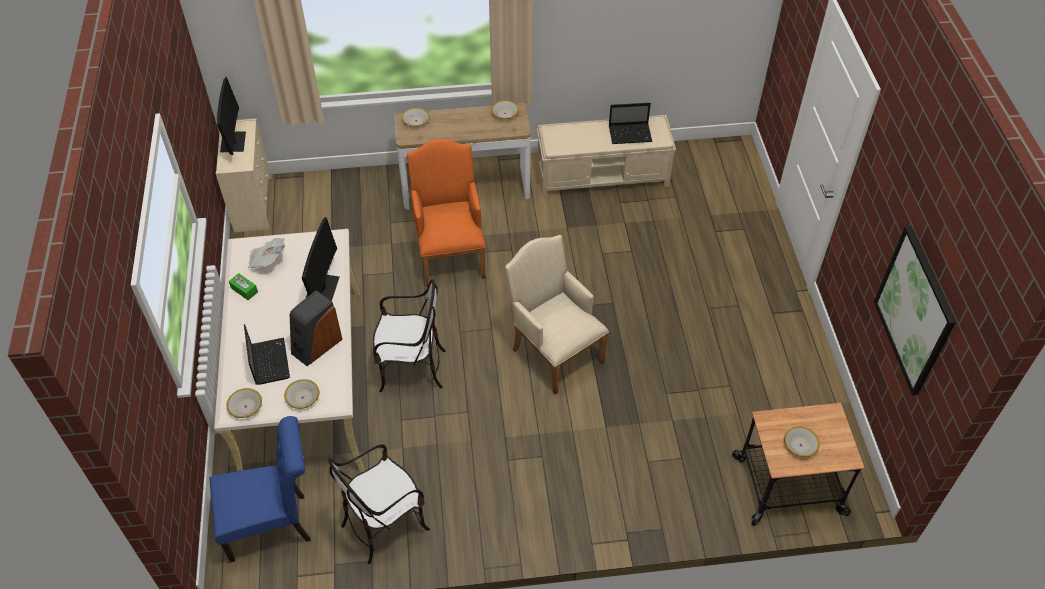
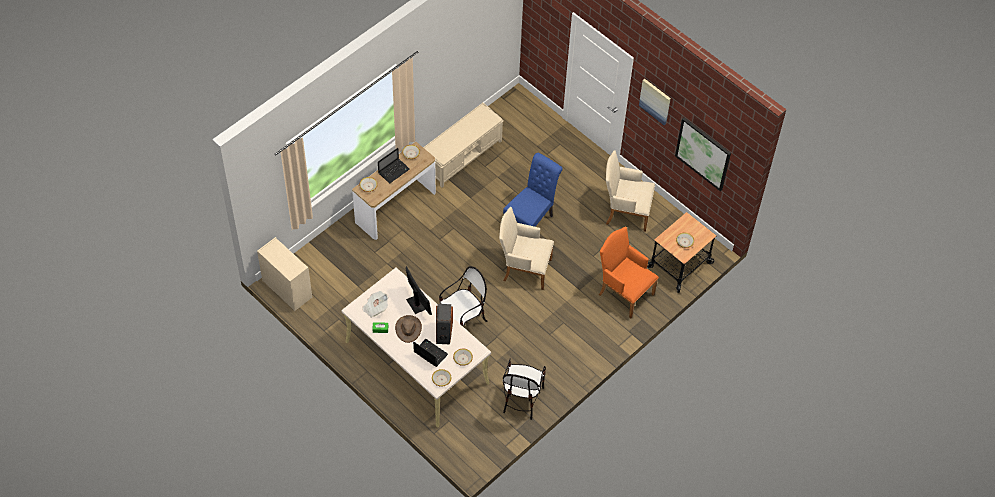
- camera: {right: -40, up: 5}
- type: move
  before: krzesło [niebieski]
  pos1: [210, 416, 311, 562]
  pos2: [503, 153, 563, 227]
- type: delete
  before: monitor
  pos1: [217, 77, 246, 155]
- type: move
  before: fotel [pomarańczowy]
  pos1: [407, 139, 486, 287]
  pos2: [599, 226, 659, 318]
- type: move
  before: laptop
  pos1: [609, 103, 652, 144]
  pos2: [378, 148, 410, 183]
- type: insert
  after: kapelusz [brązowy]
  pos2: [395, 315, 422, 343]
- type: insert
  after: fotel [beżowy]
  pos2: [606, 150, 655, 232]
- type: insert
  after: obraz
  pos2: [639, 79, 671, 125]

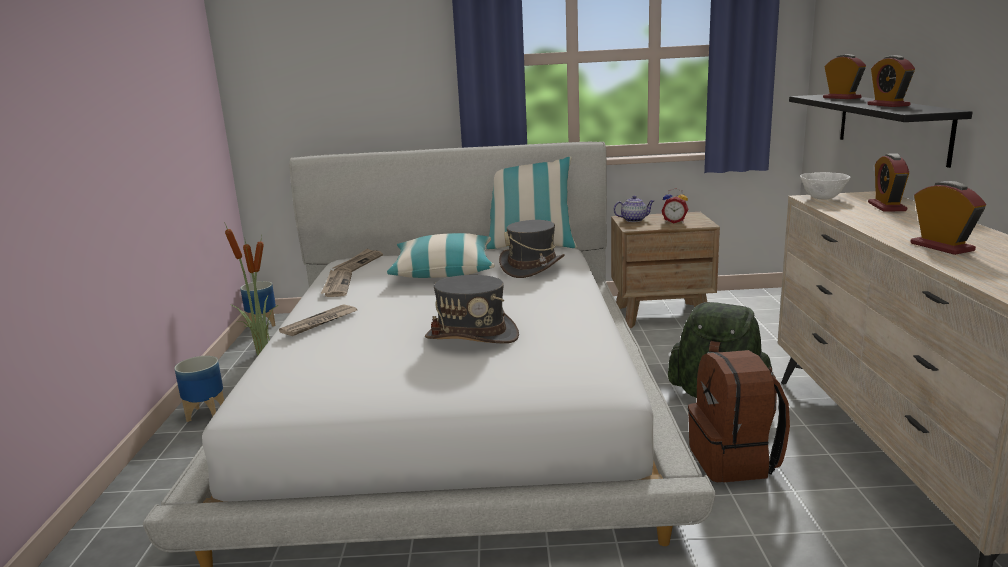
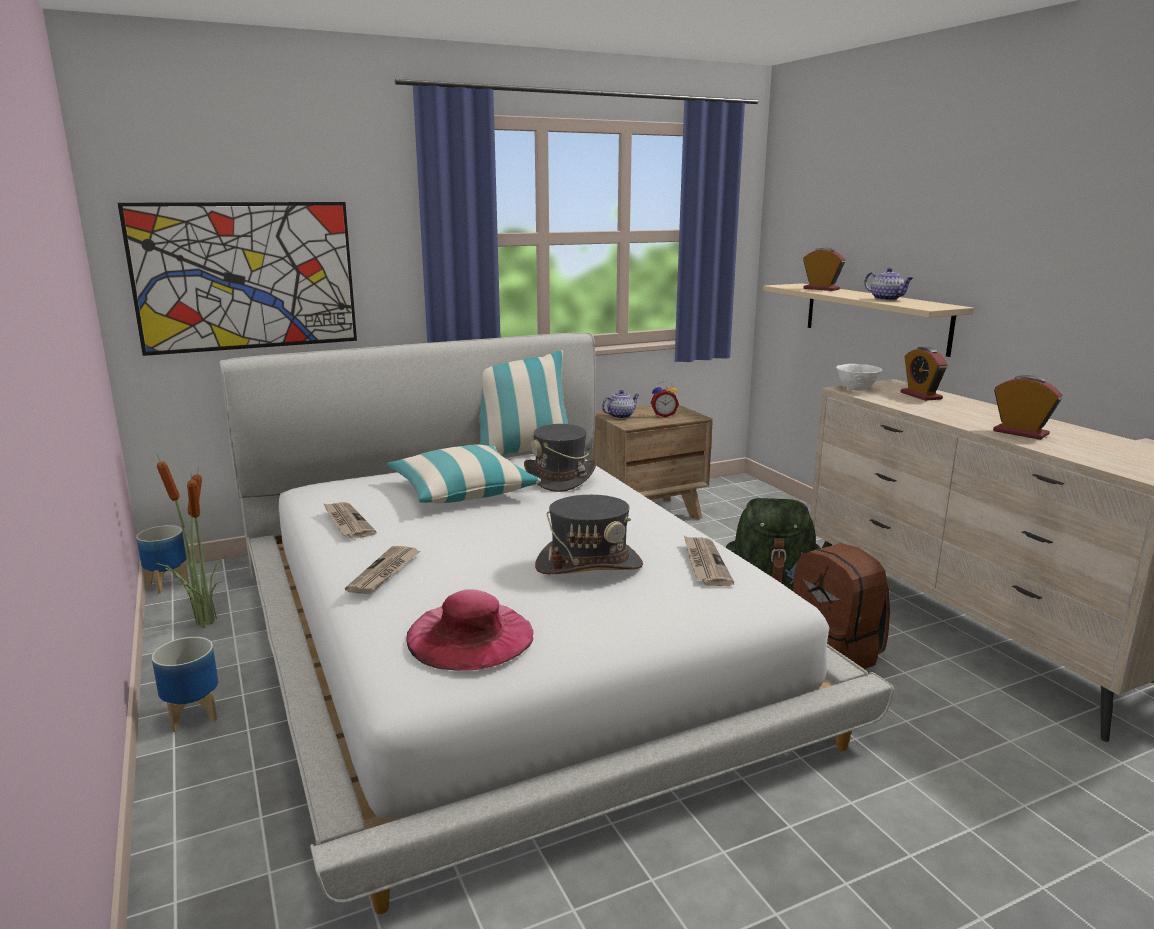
- camera: {right: -25, up: 0}
- type: move
  before: gazeta
  pos1: [333, 248, 383, 272]
  pos2: [684, 536, 734, 586]
- type: recolor
  before: półka [czarny]
  after: półka [beżowy]
  pos1: [789, 95, 973, 168]
  pos2: [763, 283, 974, 357]
- type: replace
  before: budzik
  after: imbryk
  pos1: [867, 55, 915, 107]
  pos2: [864, 268, 913, 300]
- type: insert
  after: obraz
  pos2: [118, 202, 357, 356]
- type: insert
  after: kapelusz [różowy]
  pos2: [406, 589, 534, 671]

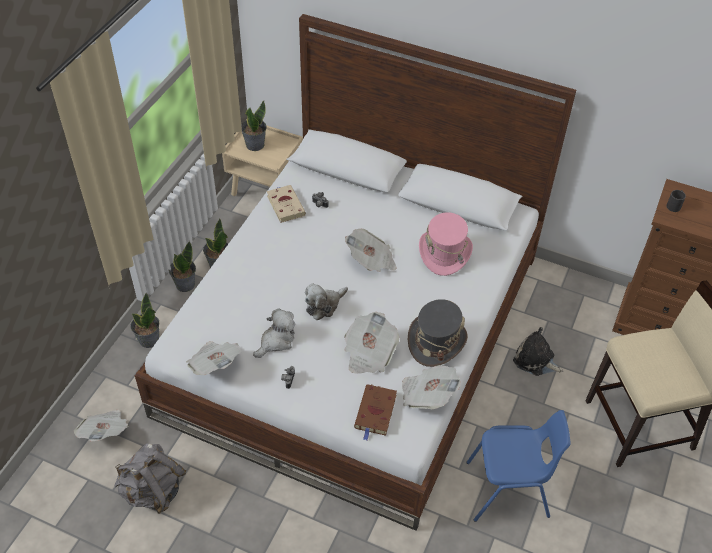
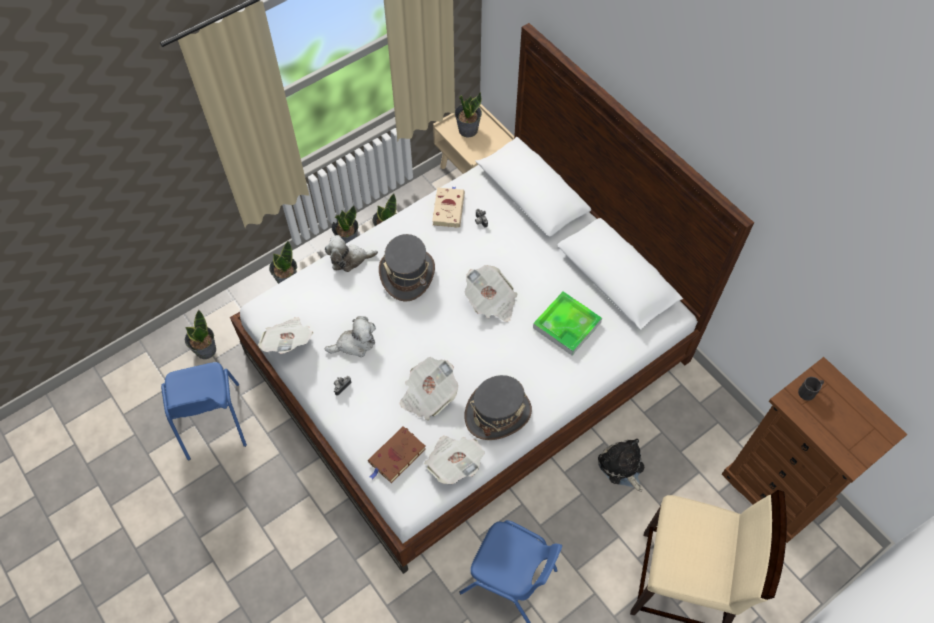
- camera: {right: 30, up: 10}
- type: replace
  before: gazeta
  after: roślina doniczkowa
  pos1: [74, 410, 129, 442]
  pos2: [185, 310, 216, 359]
- type: replace
  before: plecak [szary]
  after: krzesło [niebieski]
  pos1: [114, 443, 186, 514]
  pos2: [161, 362, 247, 461]
- type: move
  before: pluszak
  pos1: [305, 283, 348, 320]
  pos2: [325, 235, 378, 272]
- type: replace
  before: kapelusz [różowy]
  after: taca
  pos1: [419, 212, 473, 276]
  pos2: [533, 291, 602, 355]
- type: insert
  after: kapelusz [szary]
  pos2: [379, 234, 435, 302]

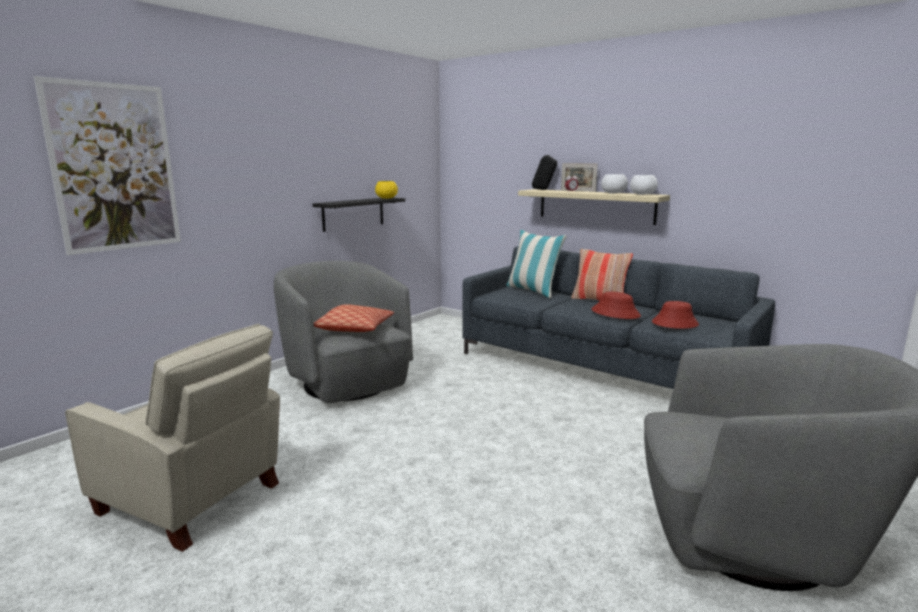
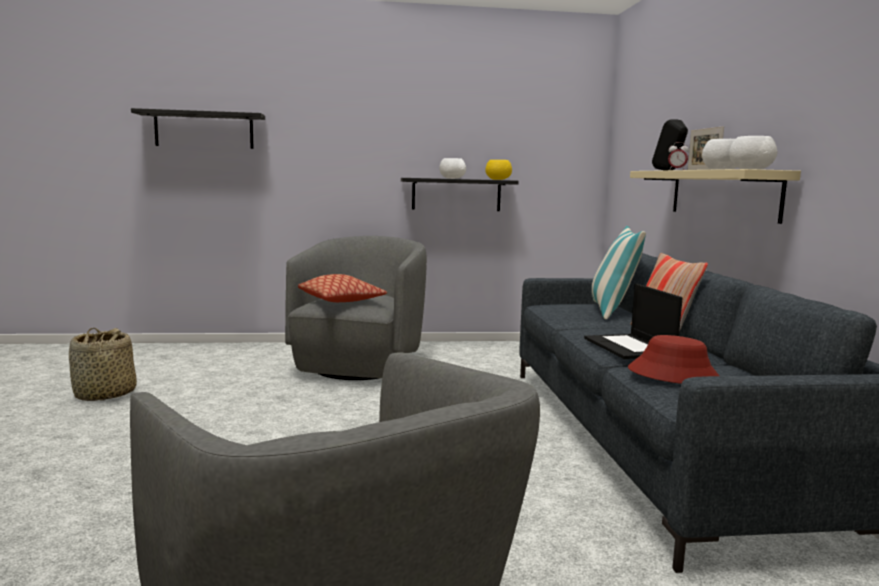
- camera: {right: 45, up: -5}
- type: replace
  before: obraz
  after: półka [czarny]
  pos1: [34, 76, 181, 255]
  pos2: [131, 108, 265, 149]
- type: replace
  before: fotel [beżowy]
  after: koszyk
  pos1: [65, 324, 280, 552]
  pos2: [69, 328, 137, 401]
- type: replace
  before: kapelusz [czerwony]
  after: laptop
  pos1: [591, 292, 641, 319]
  pos2: [584, 284, 683, 359]
- type: insert
  after: miska [biały]
  pos2: [439, 158, 466, 179]

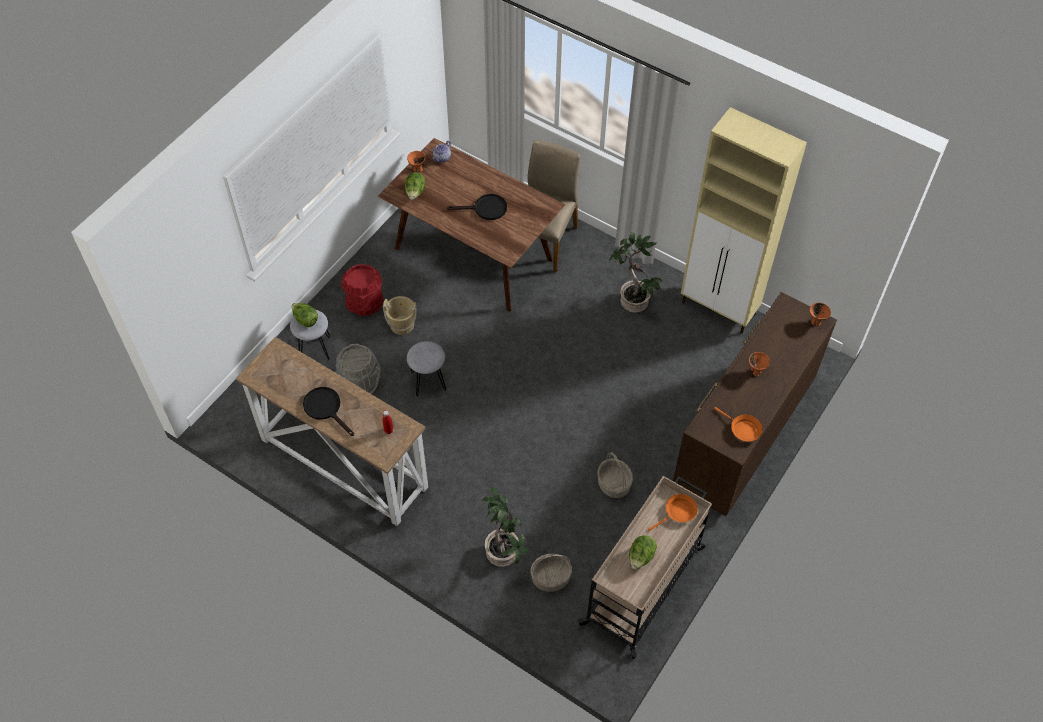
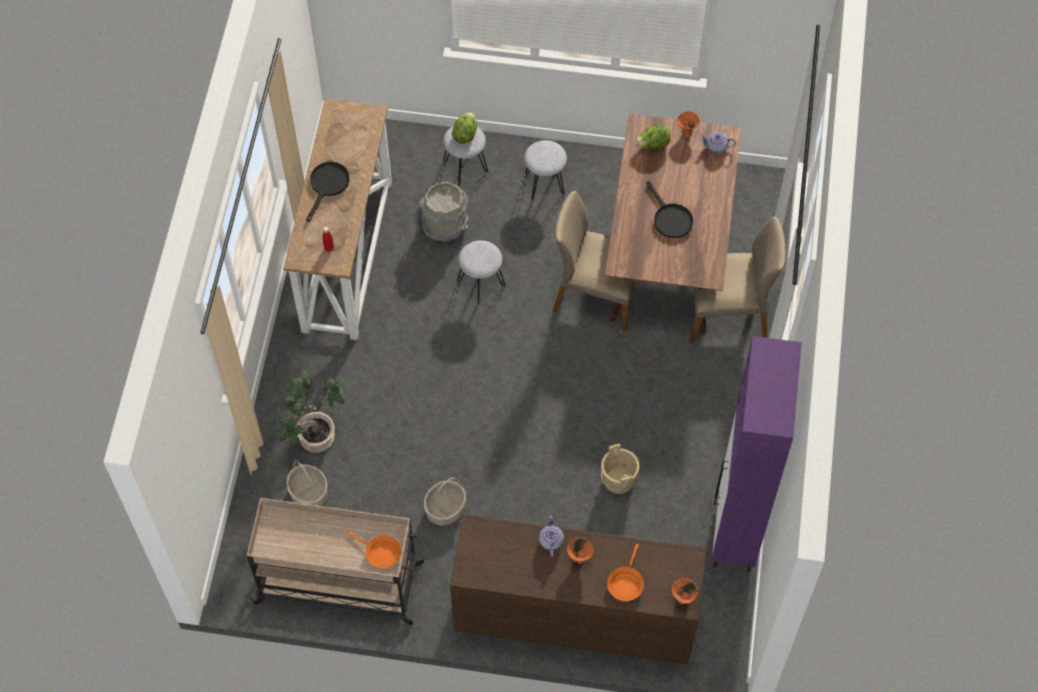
- camera: {right: 65, up: 5}
- type: replace
  before: wiadro [czerwony]
  after: stołek [szary]
  pos1: [341, 264, 384, 316]
  pos2: [524, 140, 567, 202]
- type: move
  before: wiadro [beżowy]
  pos1: [383, 296, 417, 335]
  pos2: [601, 444, 639, 494]
- type: delete
  before: roślina doniczkowa
  pos1: [610, 232, 664, 313]
- type: delete
  before: sałata
  pos1: [629, 535, 657, 570]
- type: recolor
  before: szafka [beżowy]
  after: szafka [fioletowy]
  pos1: [681, 107, 807, 334]
  pos2: [711, 336, 802, 572]
- type: move
  before: patelnia [pomarańczowy]
  pos1: [714, 407, 762, 442]
  pos2: [607, 544, 644, 601]
- type: insert
  after: imbryk
  pos2: [539, 516, 564, 557]
- type: insert
  after: krzesło [beżowy]
  pos2: [553, 191, 636, 332]

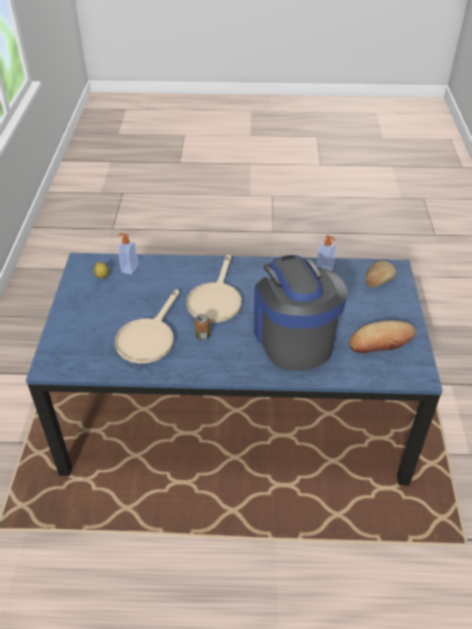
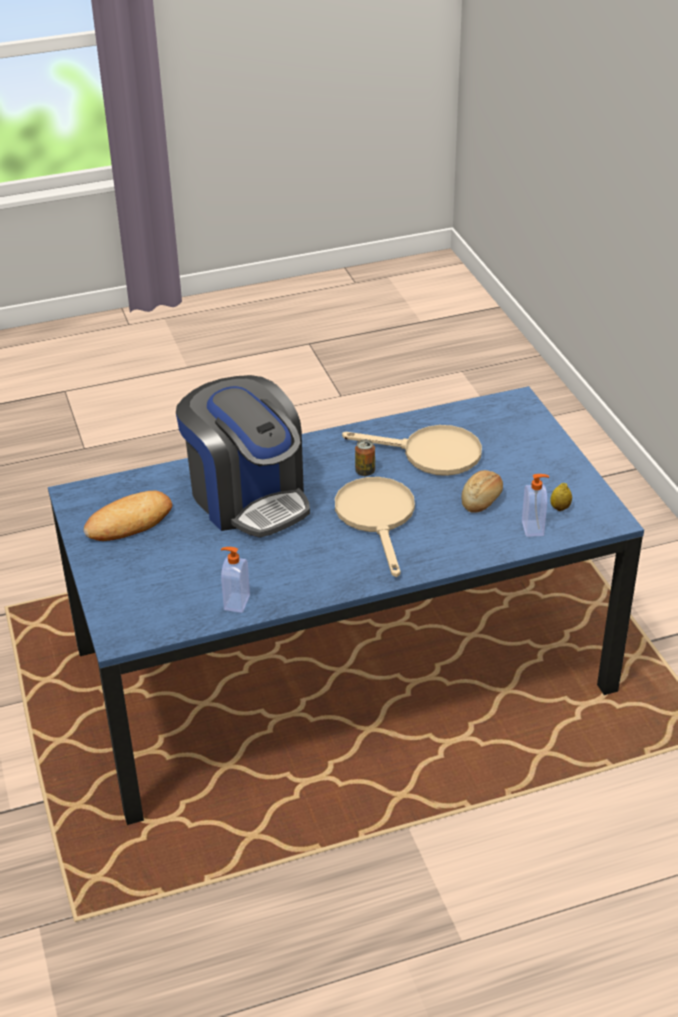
- camera: {right: 160, up: -5}
- type: rotate
  before: patelnia [beżowy]
  pos1: [115, 289, 179, 364]
  pos2: [342, 425, 482, 476]
  turn: 105
- type: move
  before: chleb
  pos1: [366, 261, 397, 287]
  pos2: [462, 470, 503, 513]

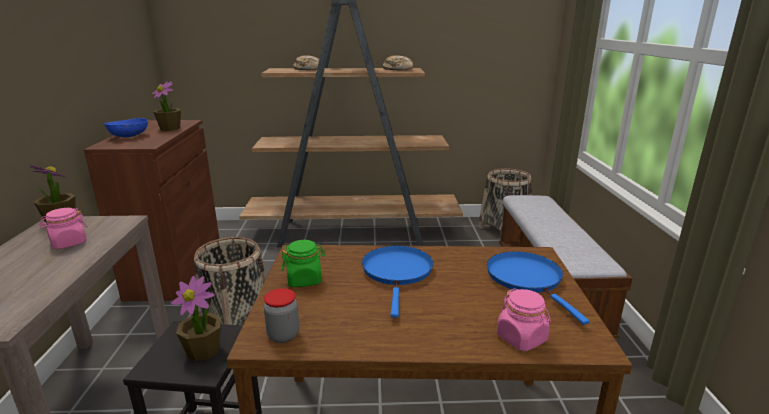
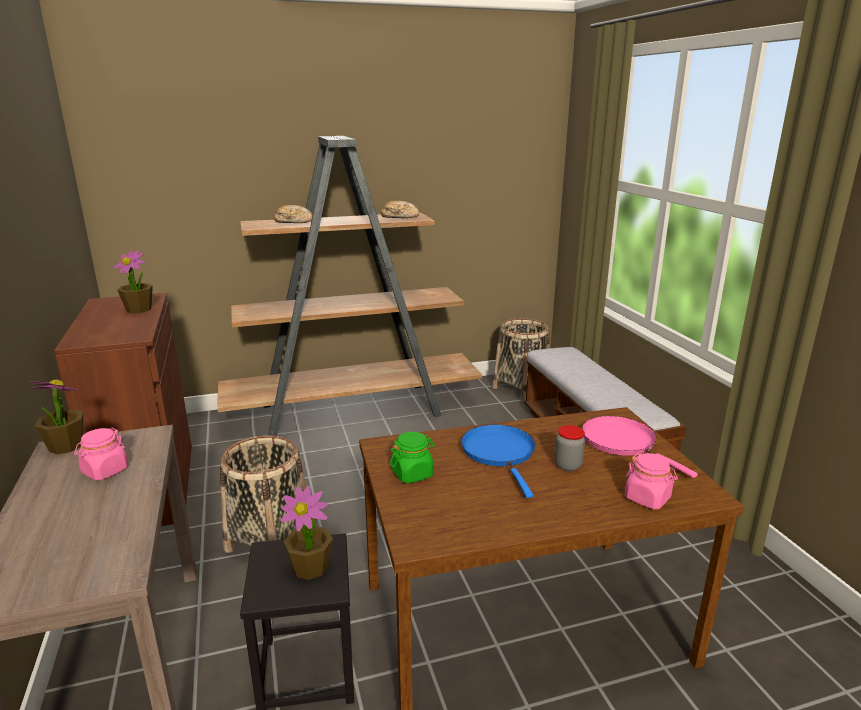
- camera: {right: -15, up: 0}
- type: delete
  before: miska [niebieski]
  pos1: [104, 118, 148, 137]
- type: move
  before: słoik
  pos1: [264, 288, 299, 343]
  pos2: [555, 425, 585, 471]
- type: recolor
  before: patelnia [niebieski]
  after: patelnia [różowy]
  pos1: [487, 251, 589, 325]
  pos2: [582, 416, 698, 478]

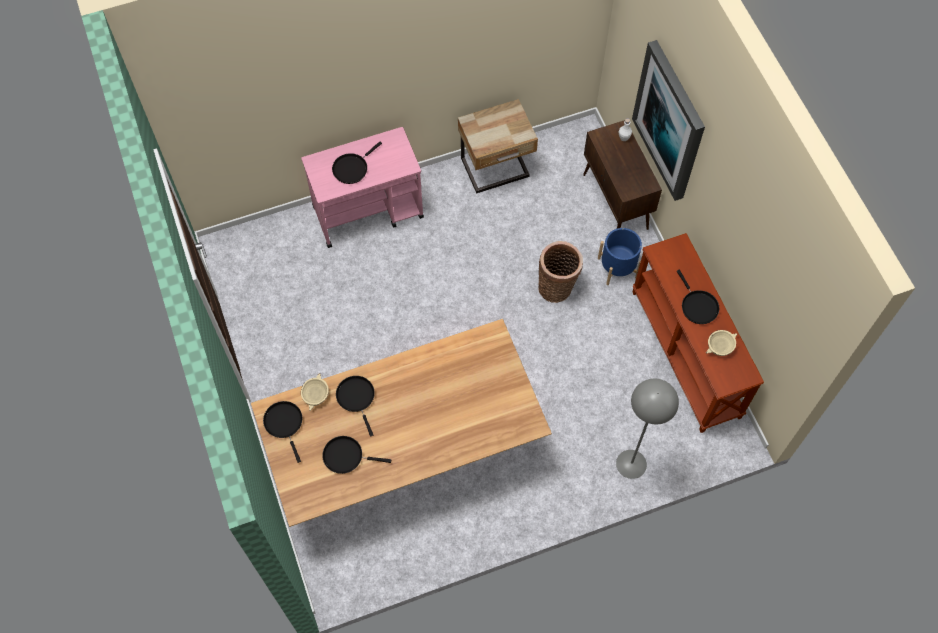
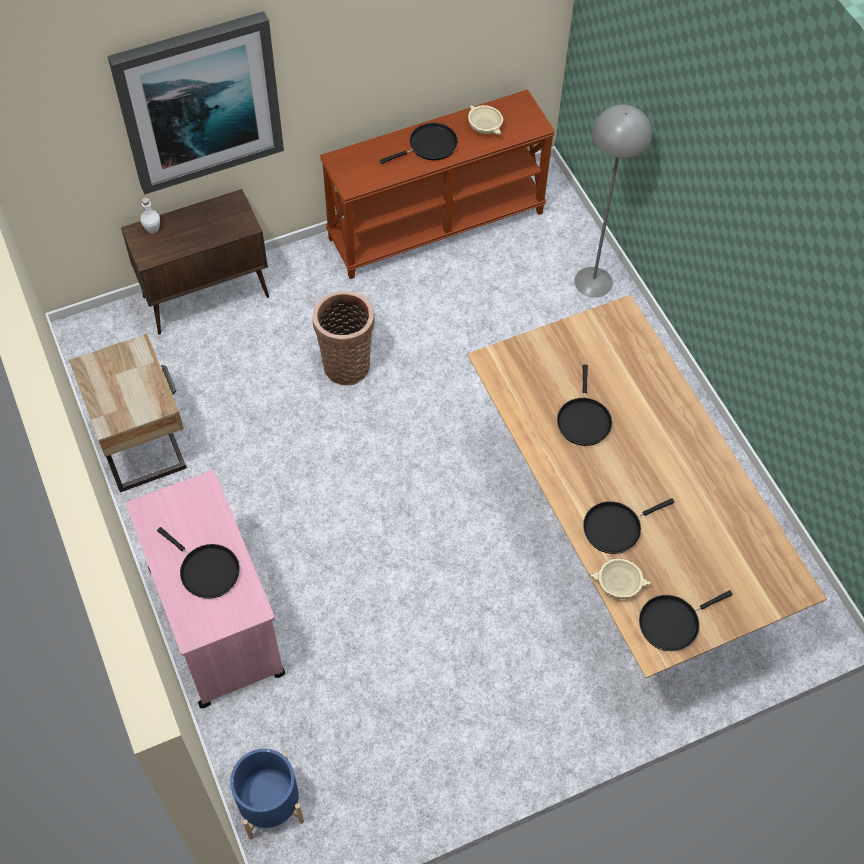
- camera: {right: -95, up: -5}
- type: move
  before: patelnia [czarny]
  pos1: [322, 436, 391, 474]
  pos2: [557, 365, 612, 446]
- type: move
  before: donica [niebieski]
  pos1: [598, 228, 642, 285]
  pos2: [230, 749, 304, 839]

